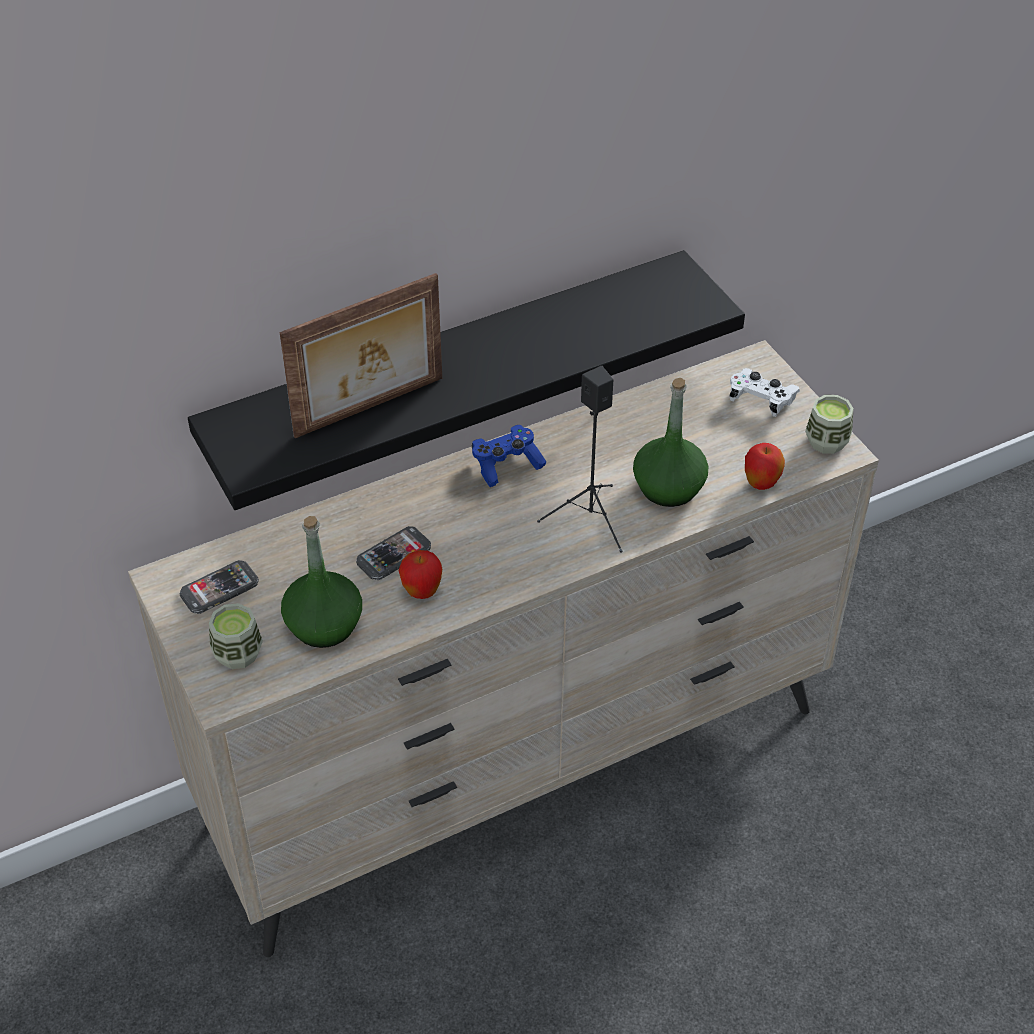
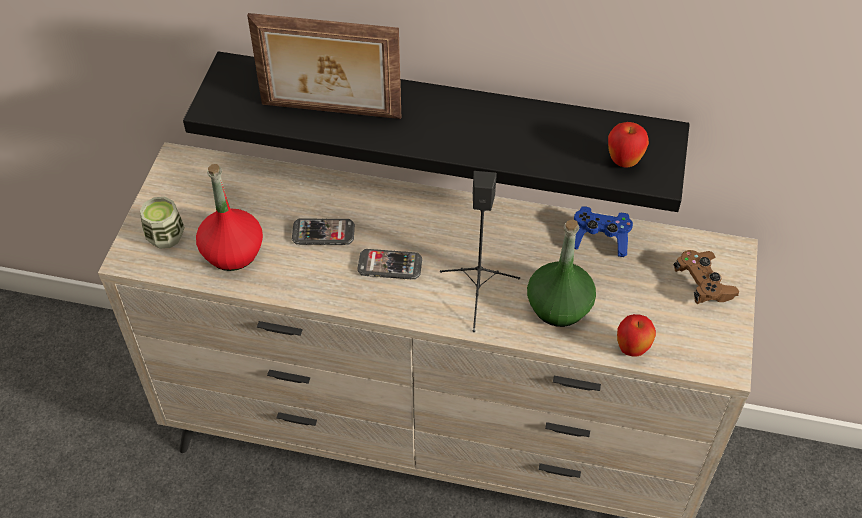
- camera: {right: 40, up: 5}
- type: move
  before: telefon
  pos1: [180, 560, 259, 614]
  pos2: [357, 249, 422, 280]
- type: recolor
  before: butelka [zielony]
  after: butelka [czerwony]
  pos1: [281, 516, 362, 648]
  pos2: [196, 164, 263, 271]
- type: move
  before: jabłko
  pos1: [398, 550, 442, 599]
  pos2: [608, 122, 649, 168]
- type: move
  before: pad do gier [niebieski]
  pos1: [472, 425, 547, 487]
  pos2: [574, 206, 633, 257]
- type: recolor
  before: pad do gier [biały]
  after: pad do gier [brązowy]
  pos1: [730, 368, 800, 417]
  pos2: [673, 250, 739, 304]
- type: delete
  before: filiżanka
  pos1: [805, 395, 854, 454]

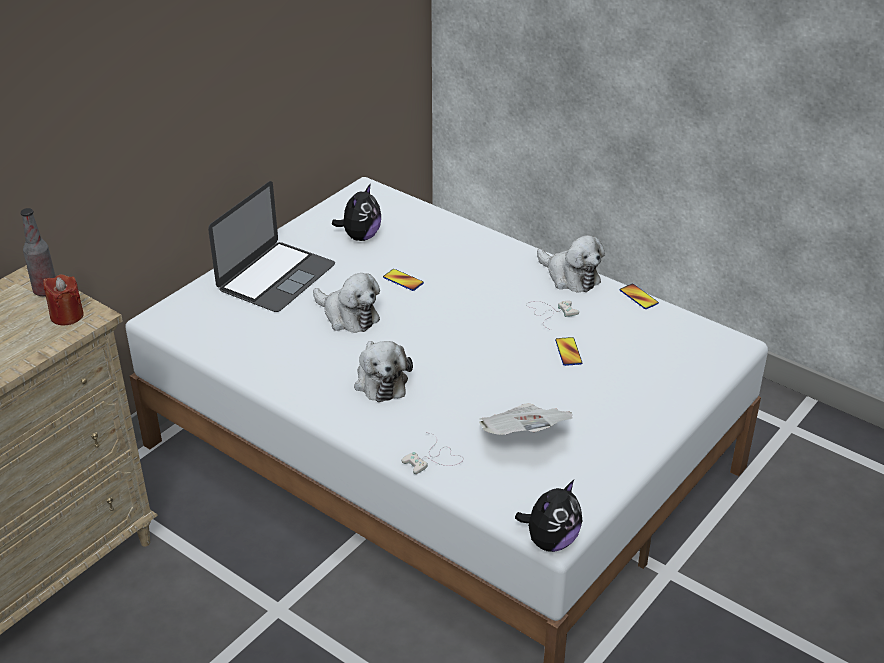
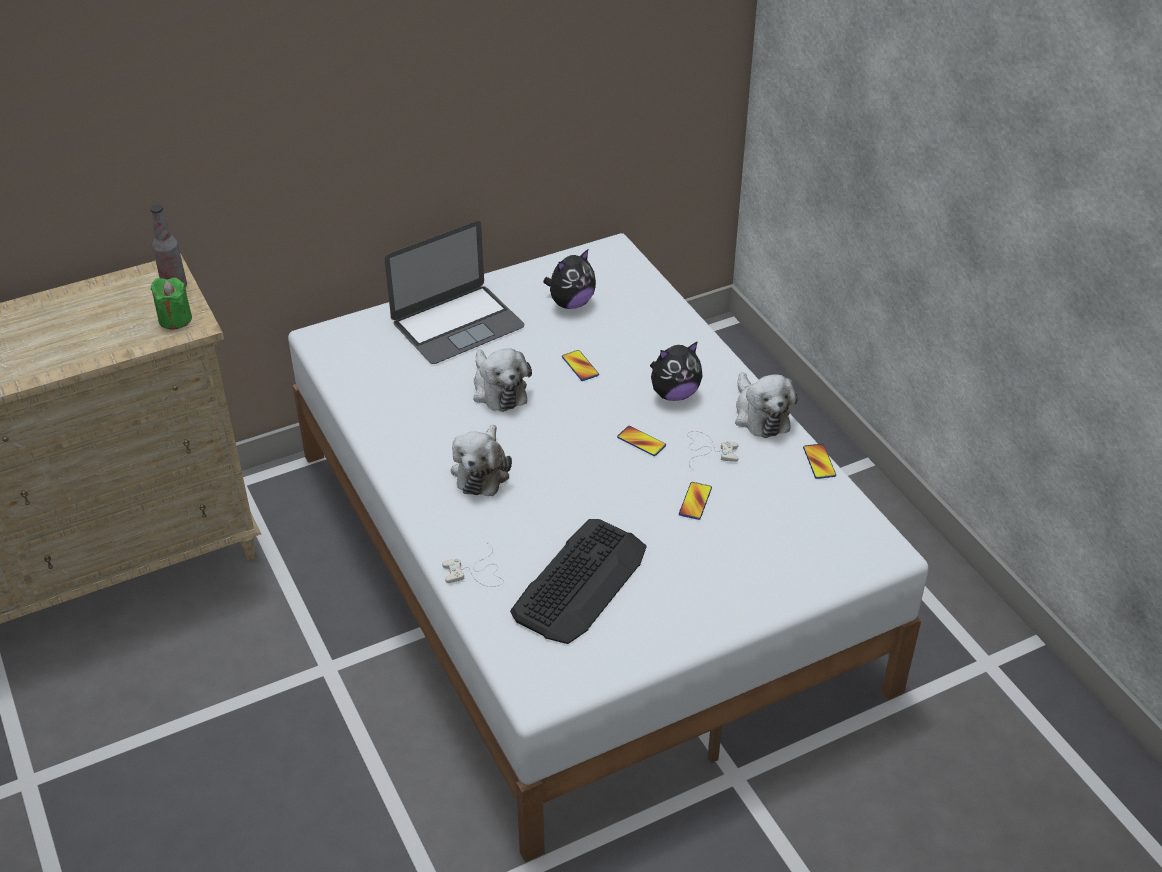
- camera: {right: 25, up: 5}
- type: recolor
  before: świeca [czerwony]
  after: świeca [zielony]
  pos1: [43, 274, 84, 325]
  pos2: [151, 278, 192, 329]
- type: replace
  before: gazeta
  after: klawiatura
  pos1: [479, 403, 573, 435]
  pos2: [510, 519, 647, 644]
- type: move
  before: pluszak
  pos1: [515, 480, 582, 552]
  pos2: [650, 341, 703, 401]
- type: insert
  after: telefon
  pos2: [617, 426, 666, 456]

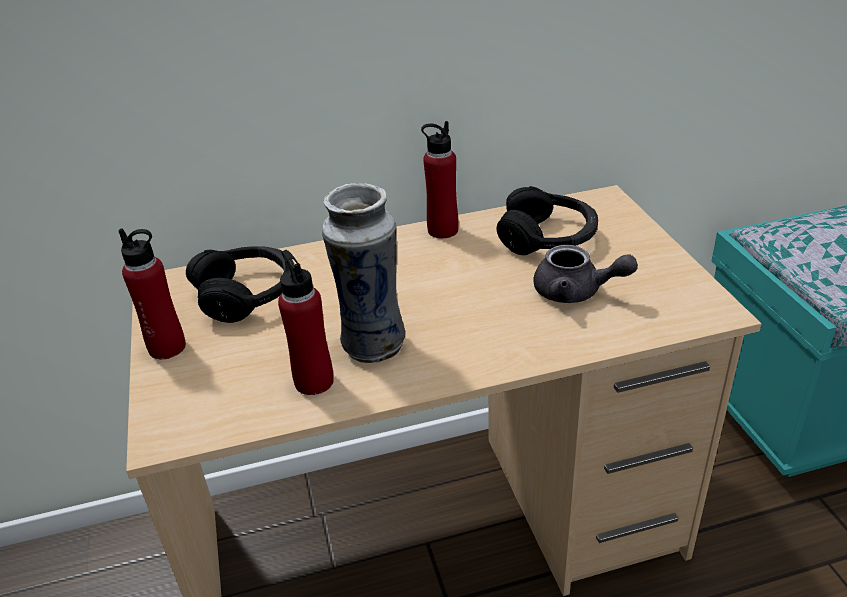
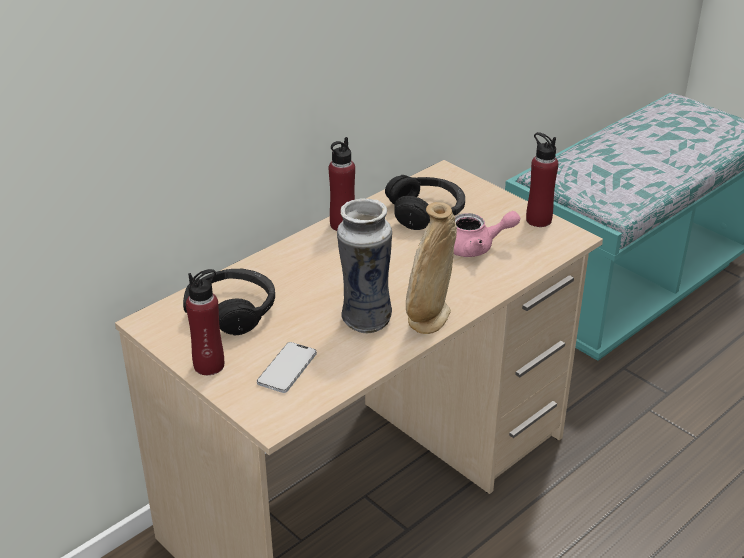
- camera: {right: -30, up: 0}
- type: move
  before: butelka [czerwony]
  pos1: [278, 250, 334, 395]
  pos2: [526, 132, 558, 227]
- type: recolor
  before: imbryk [szary]
  after: imbryk [różowy]
  pos1: [533, 245, 638, 303]
  pos2: [454, 211, 520, 257]
- type: insert
  after: telefon
  pos2: [257, 342, 317, 393]
- type: insert
  after: wazon [beżowy]
  pos2: [406, 202, 457, 334]

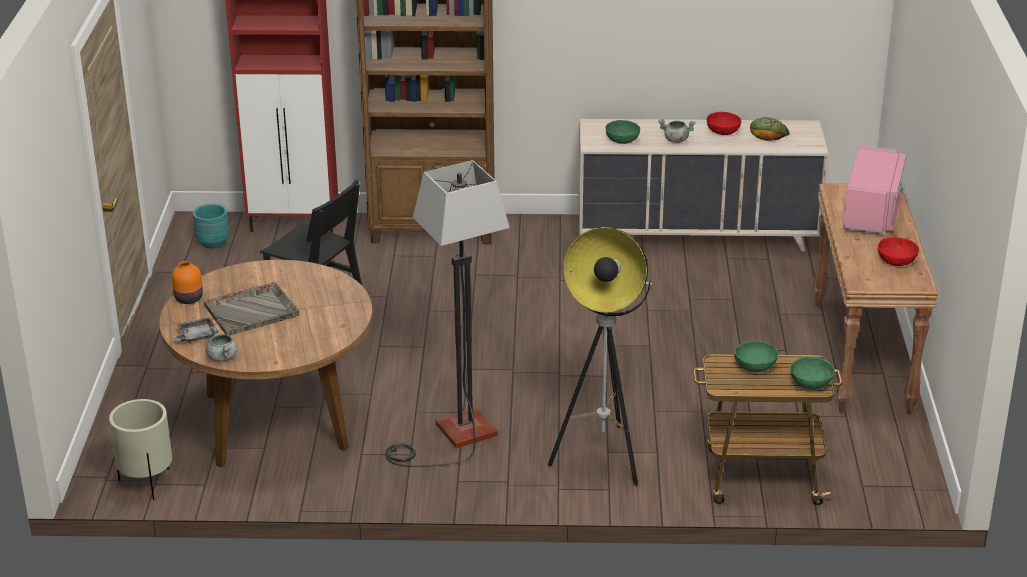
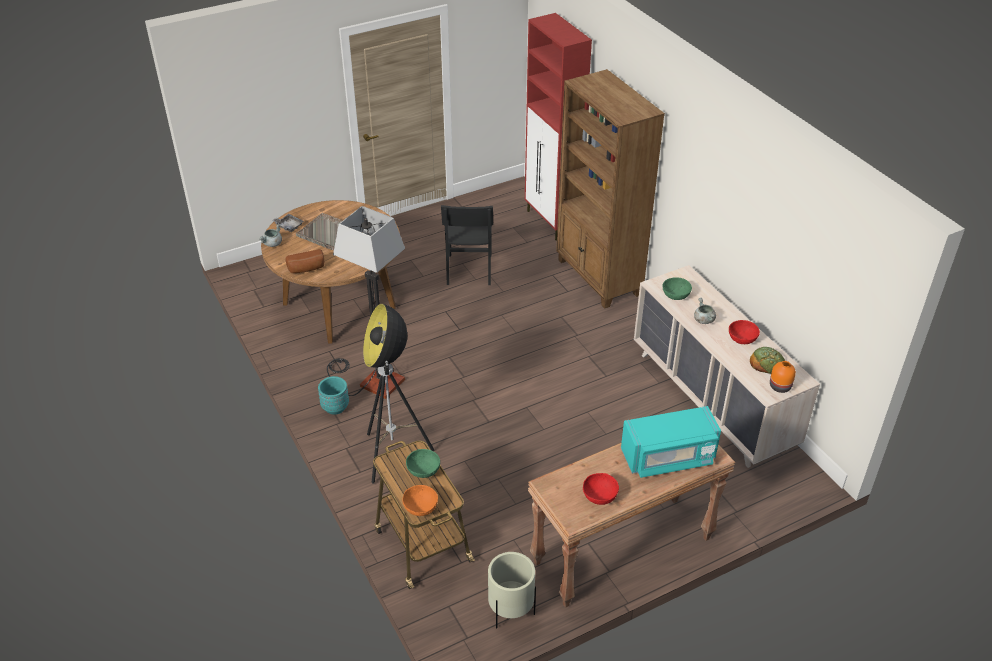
- camera: {right: 60, up: 10}
- type: move
  before: donica [beżowy]
  pos1: [109, 399, 172, 500]
  pos2: [488, 552, 536, 628]
- type: move
  before: wazon [pomarańczowy]
  pos1: [172, 261, 203, 304]
  pos2: [770, 361, 796, 393]
- type: move
  before: donica [turkusowy]
  pos1: [193, 204, 229, 249]
  pos2: [318, 376, 349, 415]
- type: recolor
  before: miska [zielony]
  after: miska [pomarańczowy]
  pos1: [790, 357, 835, 389]
  pos2: [402, 485, 438, 516]
- type: recolor
  before: mikrofalówka [różowy]
  after: mikrofalówka [turkusowy]
  pos1: [843, 145, 906, 234]
  pos2: [621, 406, 721, 478]
- type: insert
  after: chleb
  pos2: [286, 249, 325, 273]

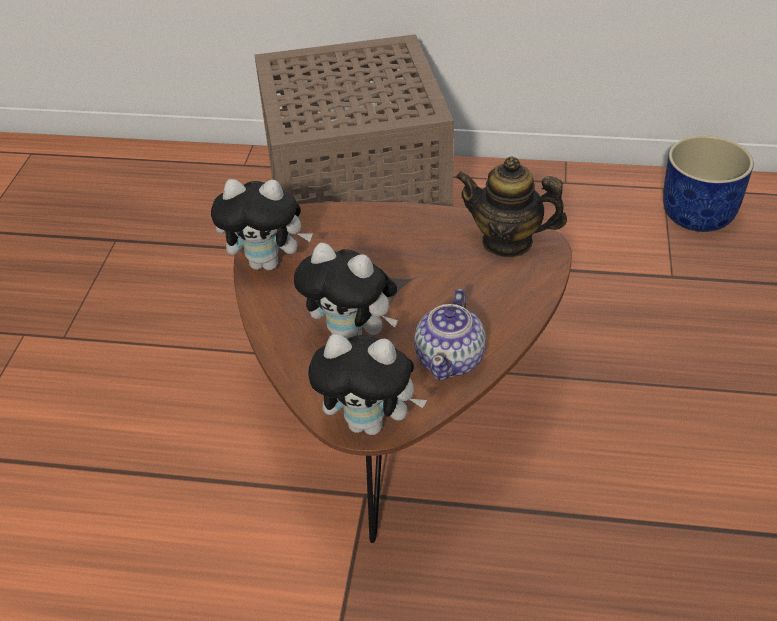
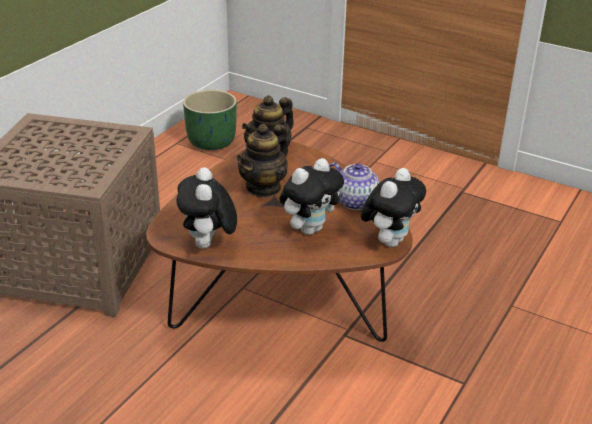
- camera: {right: -70, up: -10}
- type: rotate
  before: pluszak
  pos1: [211, 179, 313, 271]
  pos2: [177, 167, 237, 249]
  turn: 150
- type: recolor
  before: donica [niebieski]
  after: donica [zielony]
  pos1: [663, 135, 754, 232]
  pos2: [183, 90, 237, 150]
- type: insert
  after: imbryk
  pos2: [236, 124, 288, 198]

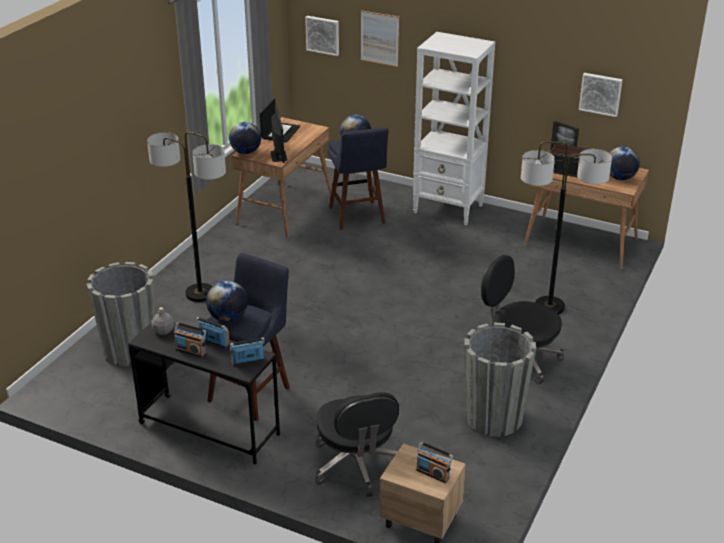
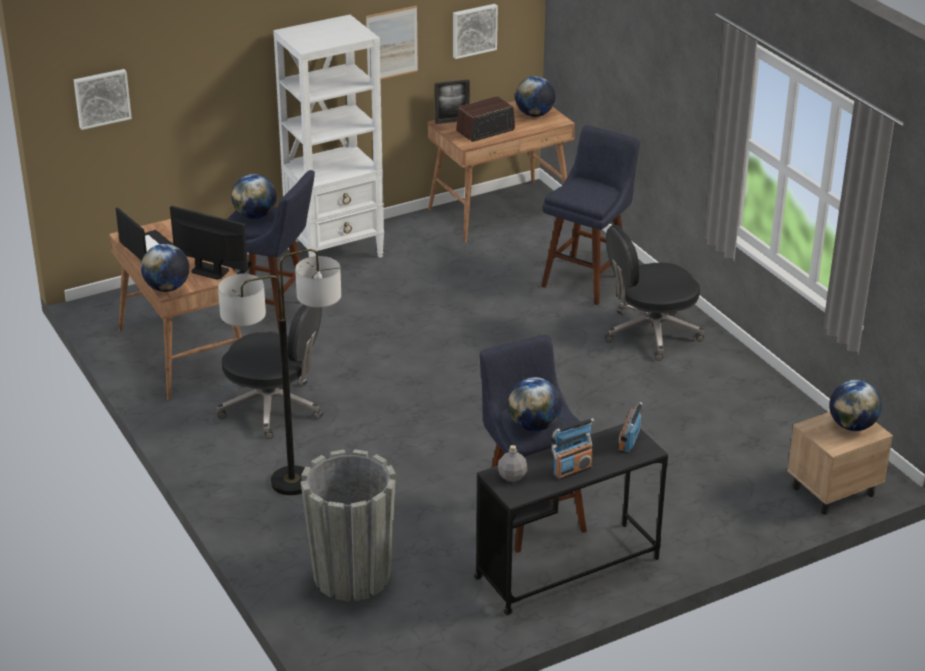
- camera: {right: -55, up: 0}
- type: move
  before: krzesło biurowe [czarny]
  pos1: [315, 392, 399, 497]
  pos2: [217, 305, 323, 439]
- type: move
  before: obraz
  pos1: [361, 10, 399, 67]
  pos2: [366, 6, 418, 80]
- type: replace
  before: radio
  after: globus
  pos1: [416, 442, 453, 483]
  pos2: [829, 380, 882, 431]
- type: delete
  before: donica [szary]
  pos1: [464, 323, 536, 437]
- type: replace
  before: lampa stojąca
  after: stołek [niebieski]
  pos1: [521, 141, 612, 314]
  pos2: [541, 125, 640, 305]

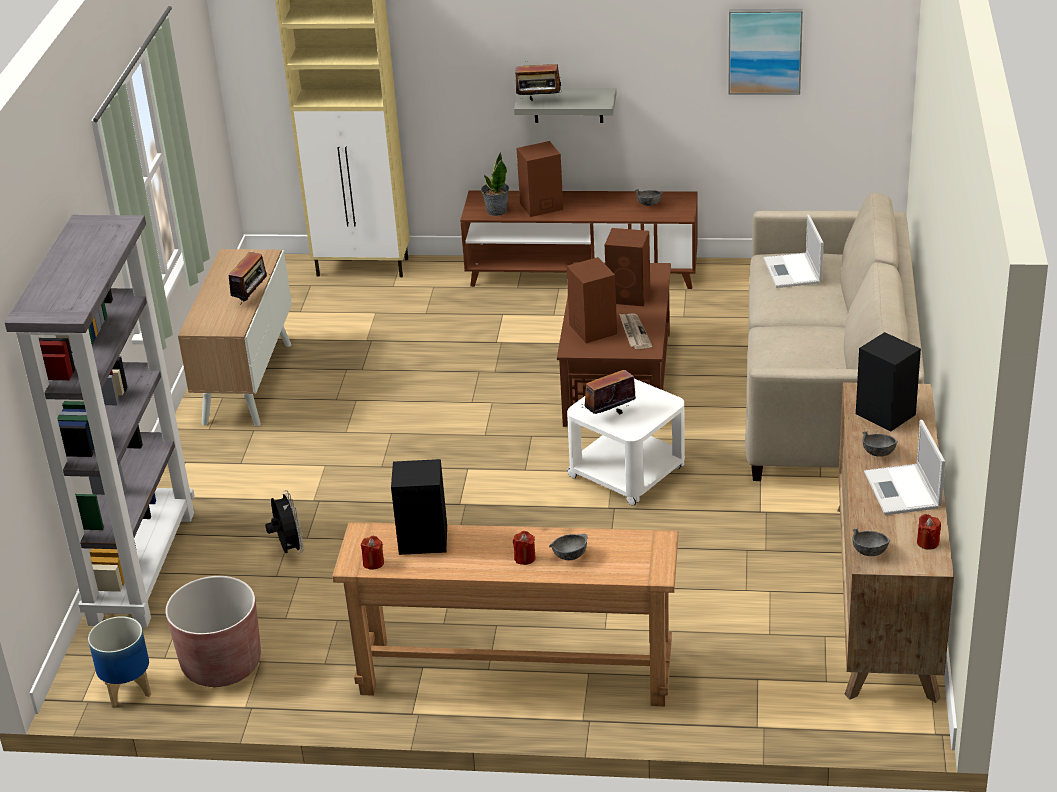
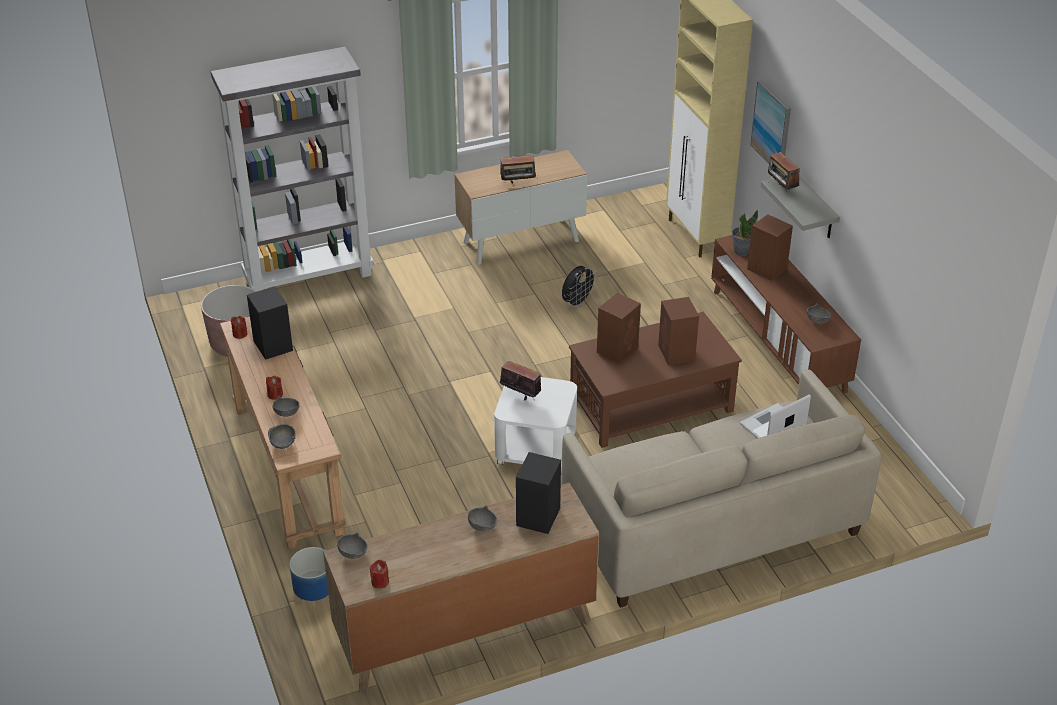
- camera: {right: 60, up: 5}
- type: move
  before: donica
  pos1: [88, 616, 151, 707]
  pos2: [289, 547, 329, 618]
- type: move
  before: wentylator [czarny]
  pos1: [265, 490, 304, 554]
  pos2: [562, 266, 597, 309]
- type: delete
  before: gazeta
  pos1: [619, 314, 652, 349]
- type: move
  before: obraz
  pos1: [728, 9, 803, 95]
  pos2: [750, 80, 791, 164]
- type: delete
  before: laptop
  pos1: [864, 420, 945, 515]
- type: insert
  after: miska [szary]
  pos2: [268, 424, 296, 449]

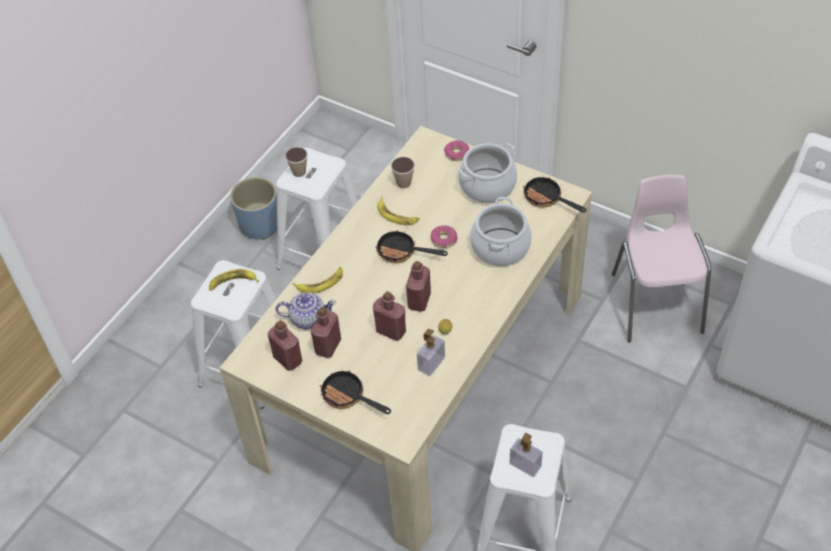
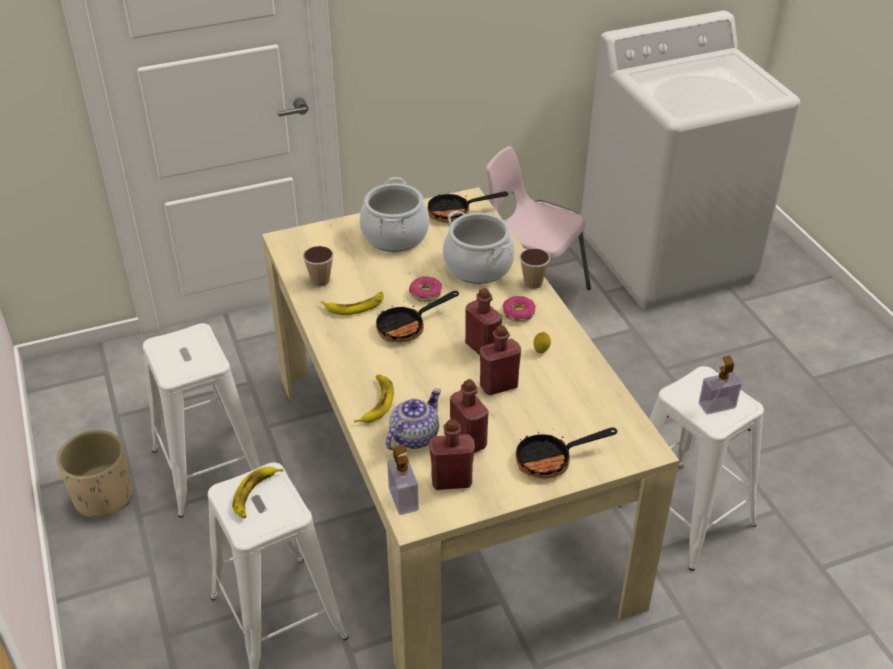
- camera: {right: -55, up: -10}
- type: recolor
  before: donica [niebieski]
  after: donica [beżowy]
  pos1: [230, 177, 278, 240]
  pos2: [57, 430, 133, 519]
- type: move
  before: filiżanka
  pos1: [285, 147, 308, 177]
  pos2: [520, 248, 550, 289]
- type: move
  before: dozownik mydła
  pos1: [417, 329, 445, 376]
  pos2: [387, 444, 419, 515]
- type: move
  before: donut
  pos1: [444, 140, 469, 161]
  pos2: [502, 296, 536, 322]

